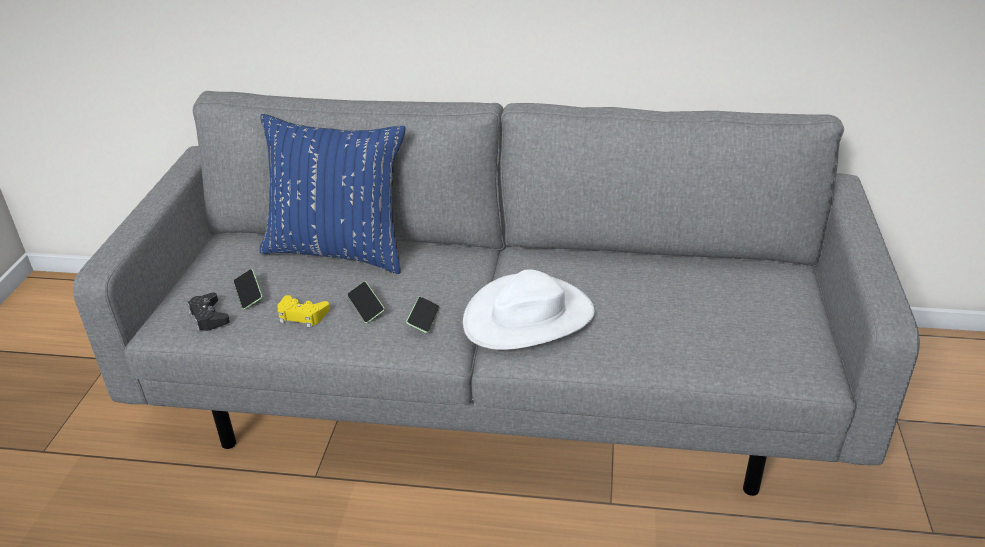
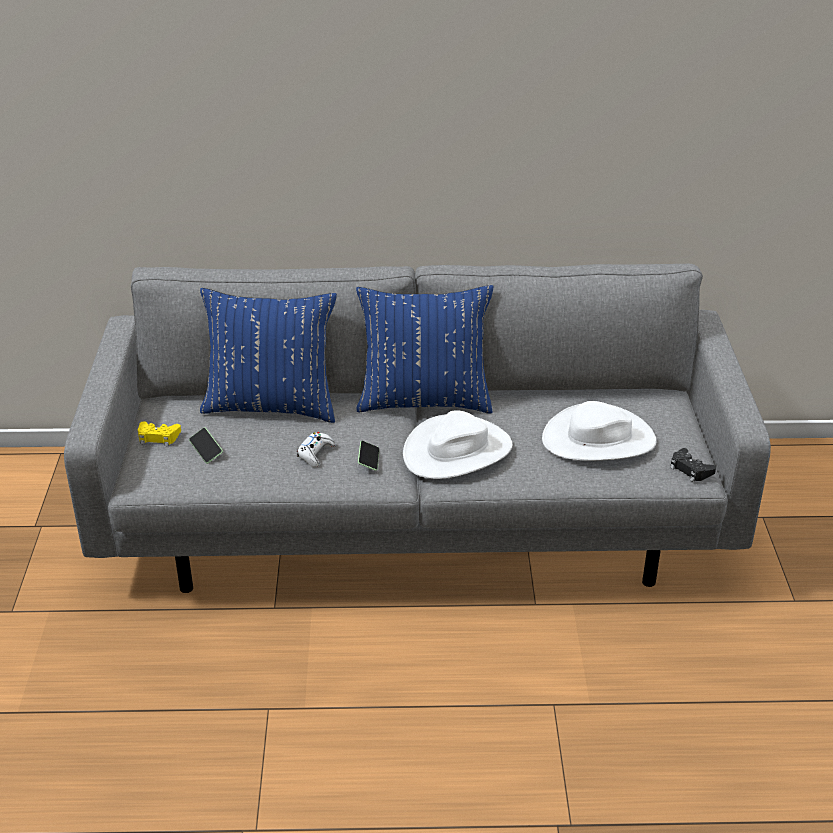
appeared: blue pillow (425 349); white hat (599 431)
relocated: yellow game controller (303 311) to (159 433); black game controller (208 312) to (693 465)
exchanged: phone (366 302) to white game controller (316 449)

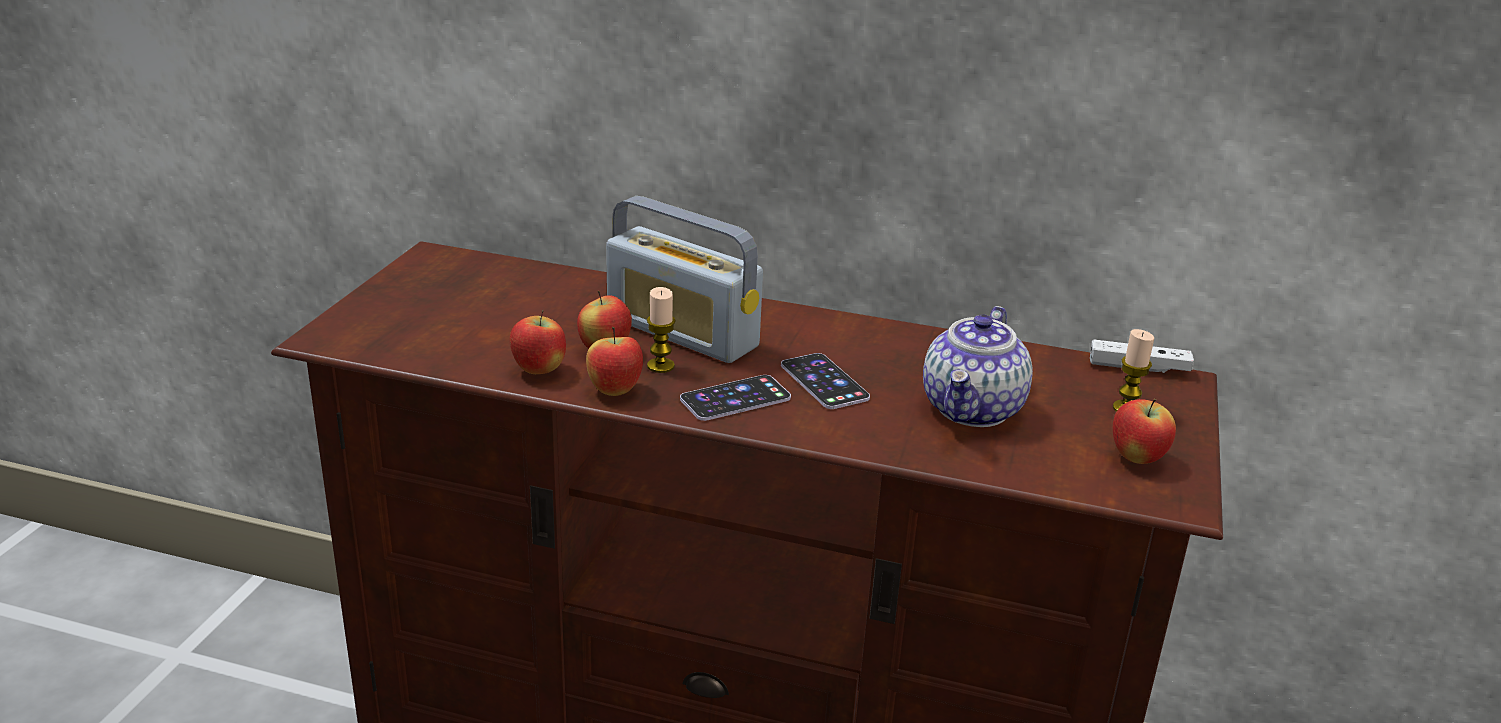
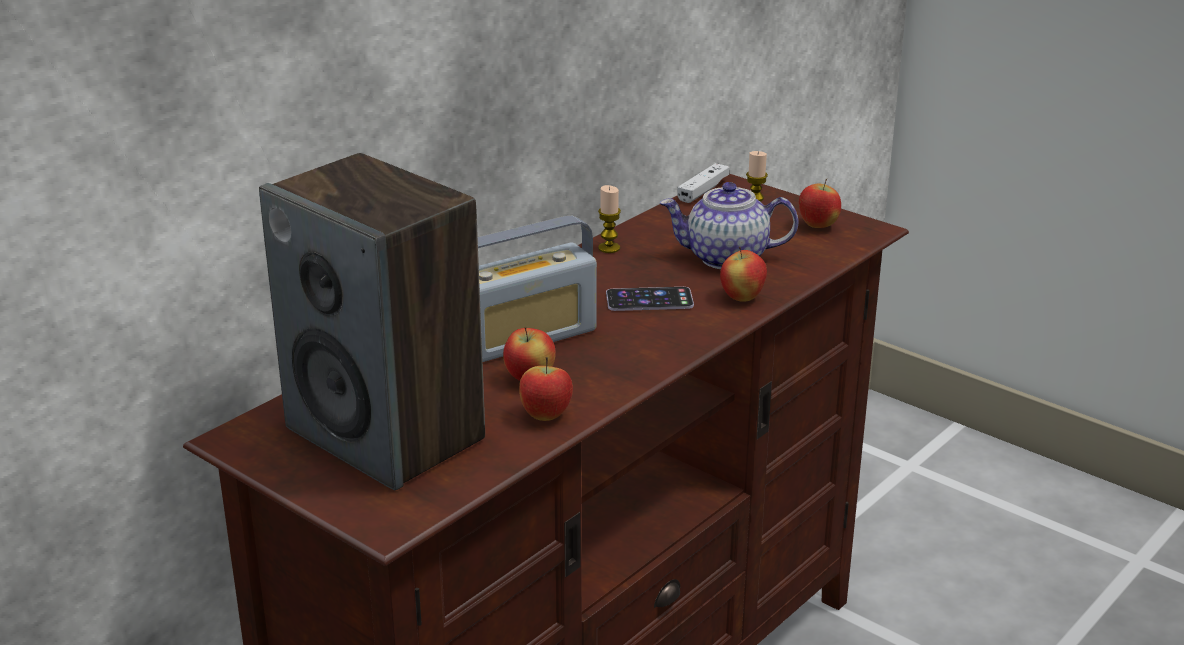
missing: phone (735 398)
appeared: speaker (372 321)
relocated: candle (661 330) to (609 219); apple (614 361) to (743 274)
spun: teapot (978 366) = (729 225) 135 degrees clockwise

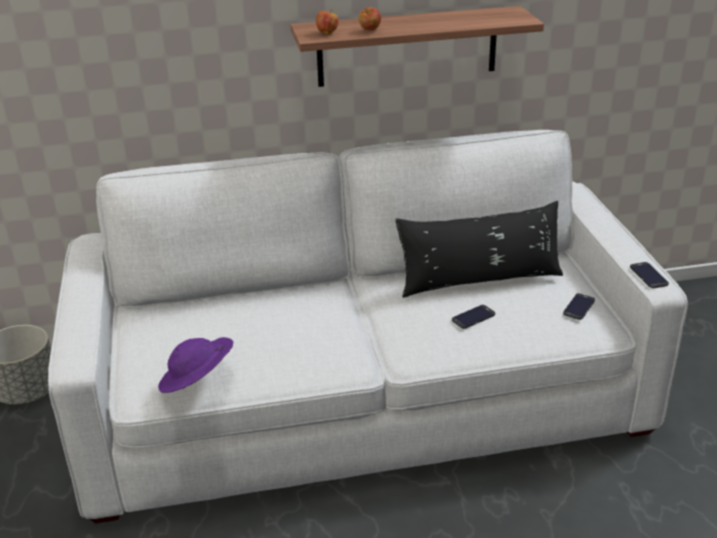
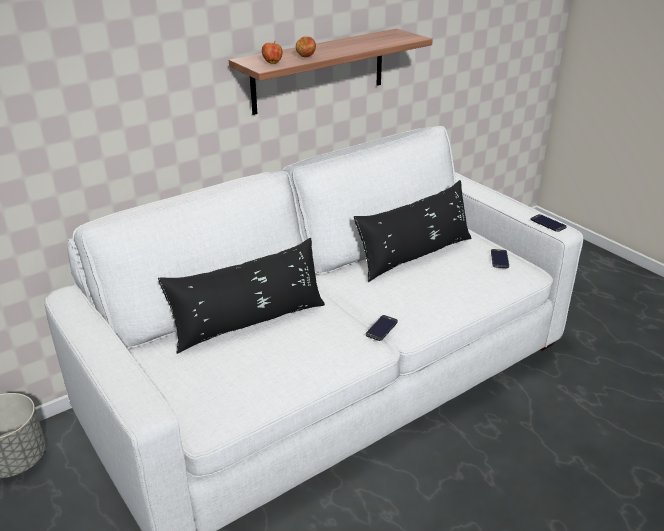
missing: purple hat (195 365)
appeared: black pillow (241 296)
relocated: phone (473 317) to (382 328)

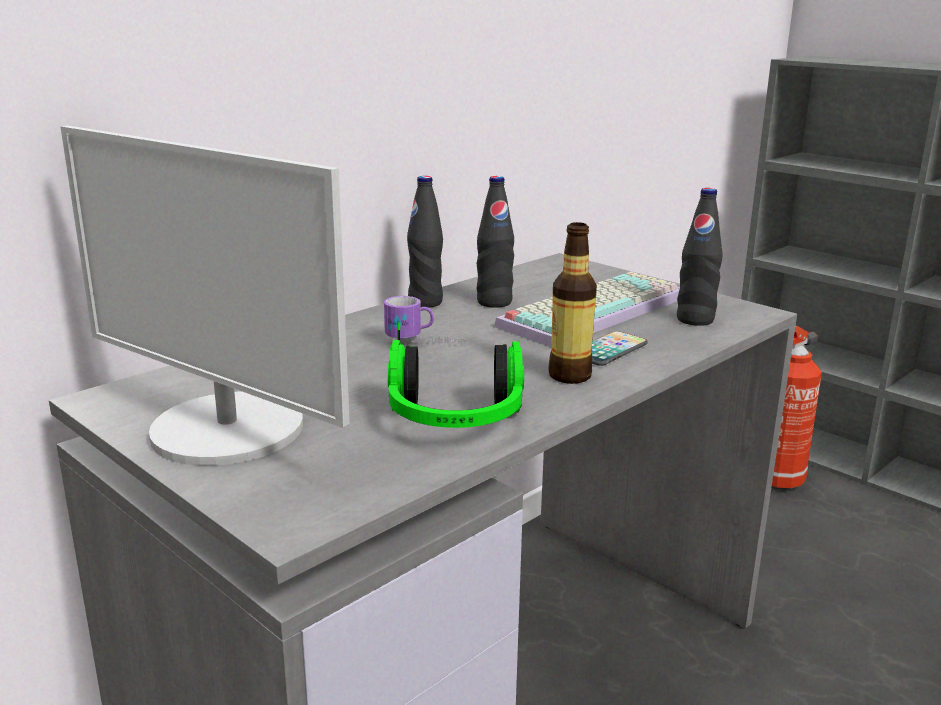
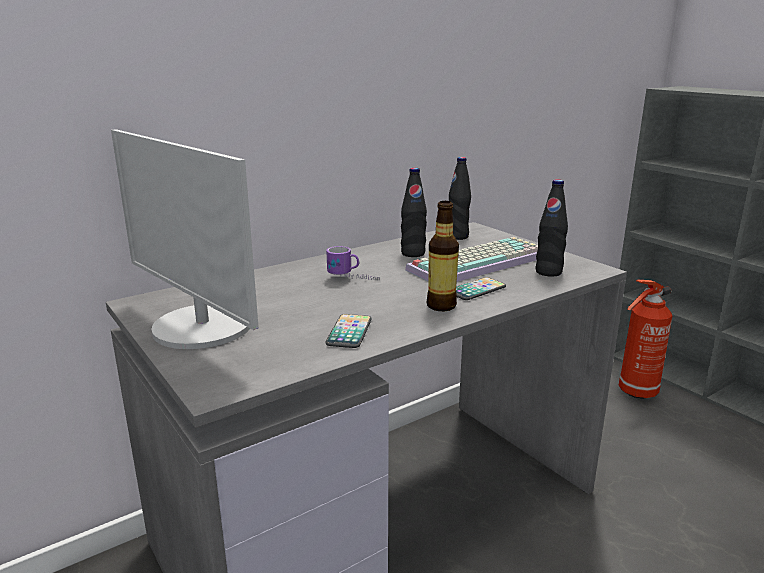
relocated: black bottle (425 242) to (460 198)
exchanged: headphones (455 375) to phone (348 331)

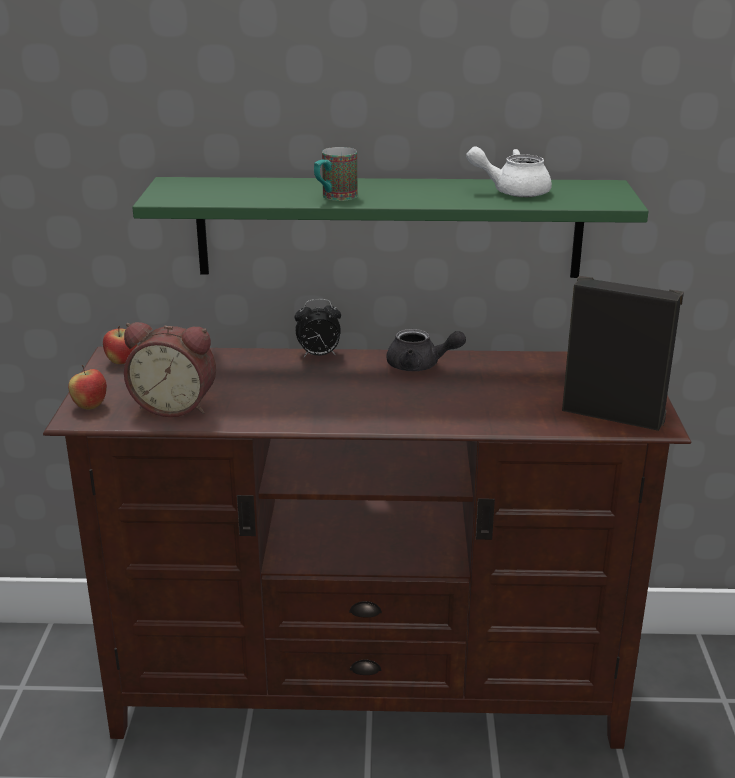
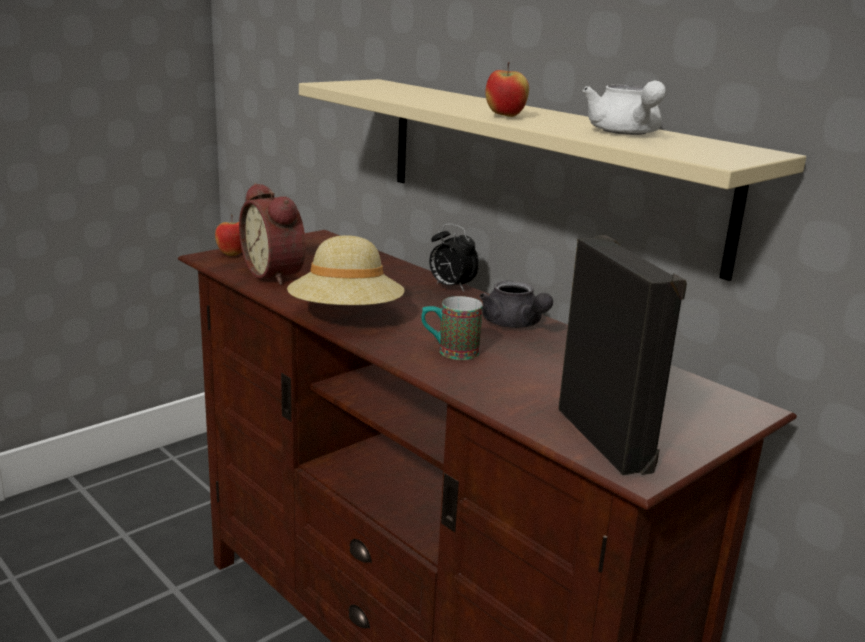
appeared: beige hat (346 270)
relocated: mug (335 174) to (452 328); apple (120 345) to (507 89)
colour: green shelf (390 227) to beige shelf (552 180)
spun: white teapot (509 171) = (624 107) 150 degrees counterclockwise

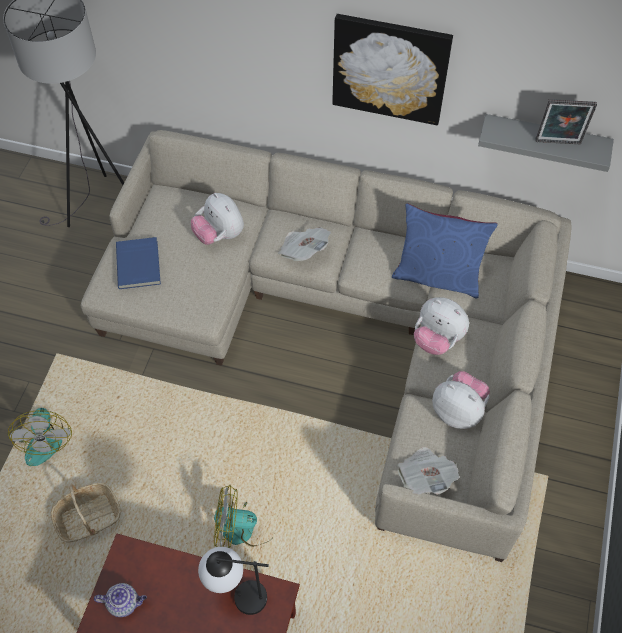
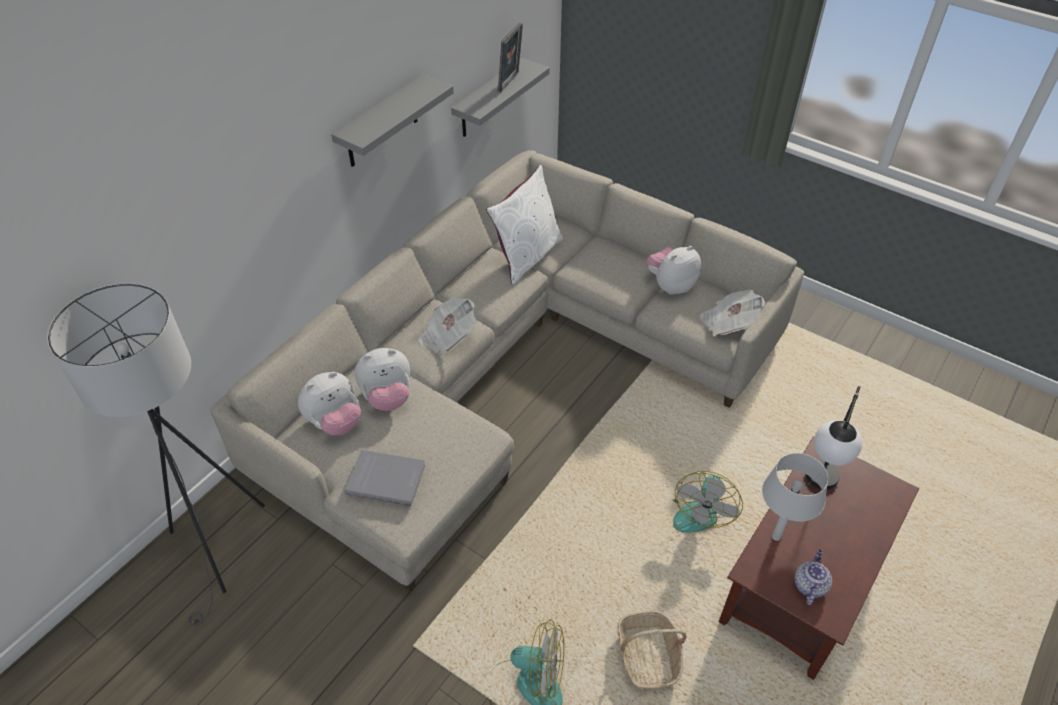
appeared: grey table lamp (795 497)
relocated: plush toy (441 326) to (329 404)
exchanged: picture (392 69) to grey shelf (392 120)
colour: blue book (138 263) to grey book (385 478); blue pillow (445 251) to white pillow (524 225)

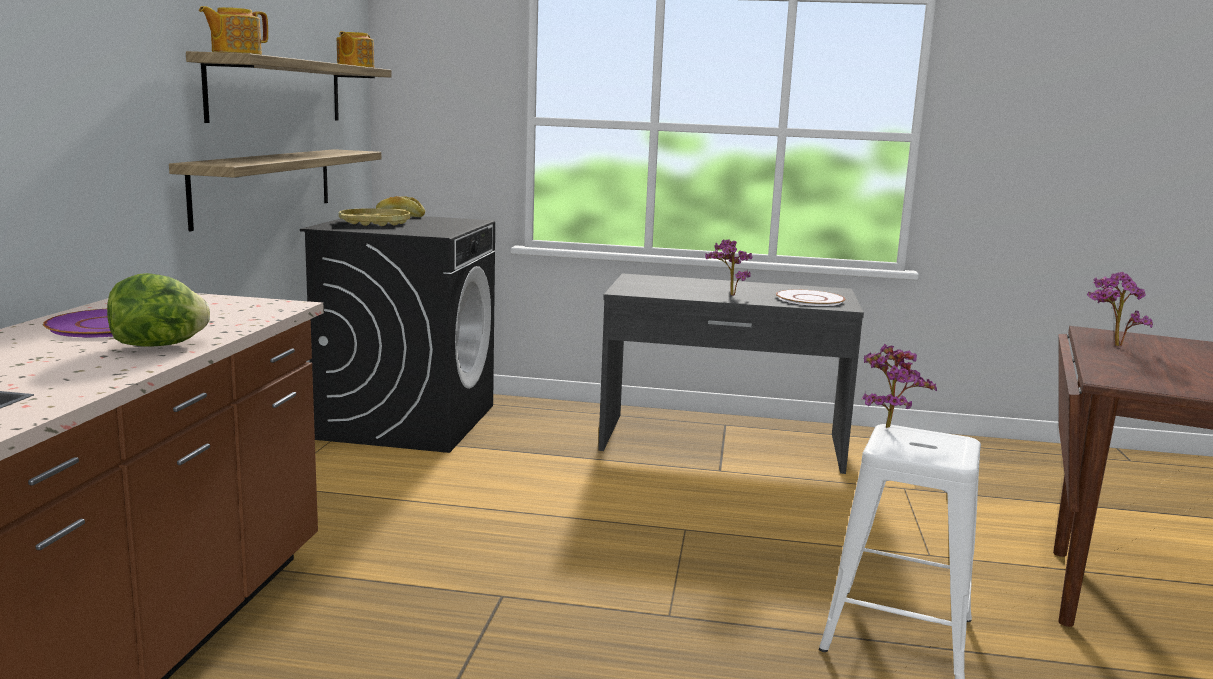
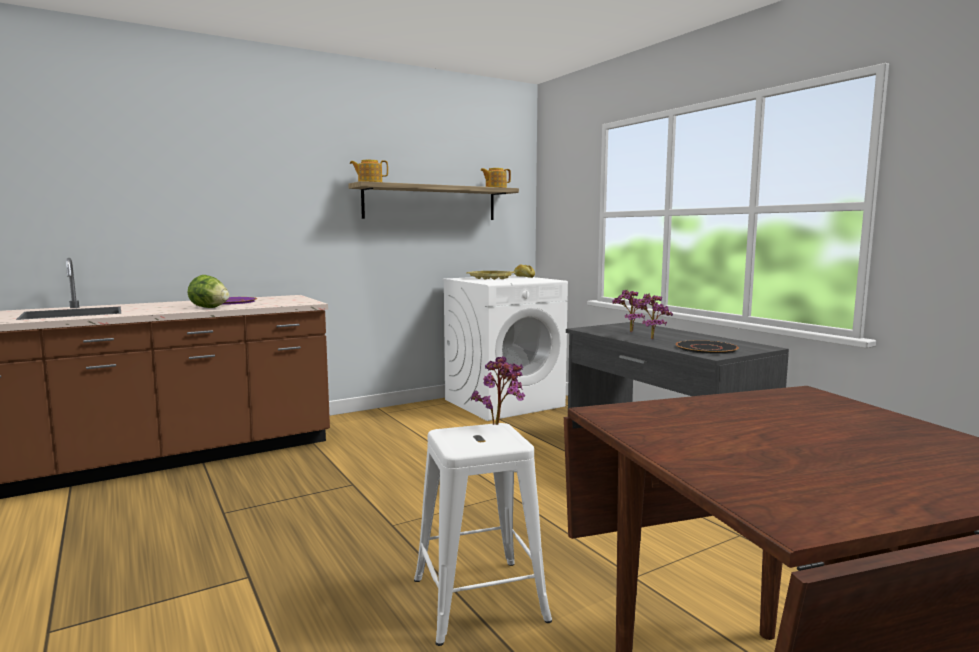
missing: shelf (275 190)
relocated: potted plant (1120 309) to (629 311)
colour: black washing machine (397 334) to white washing machine (505 348); white plate (811 298) to black plate (707 347)

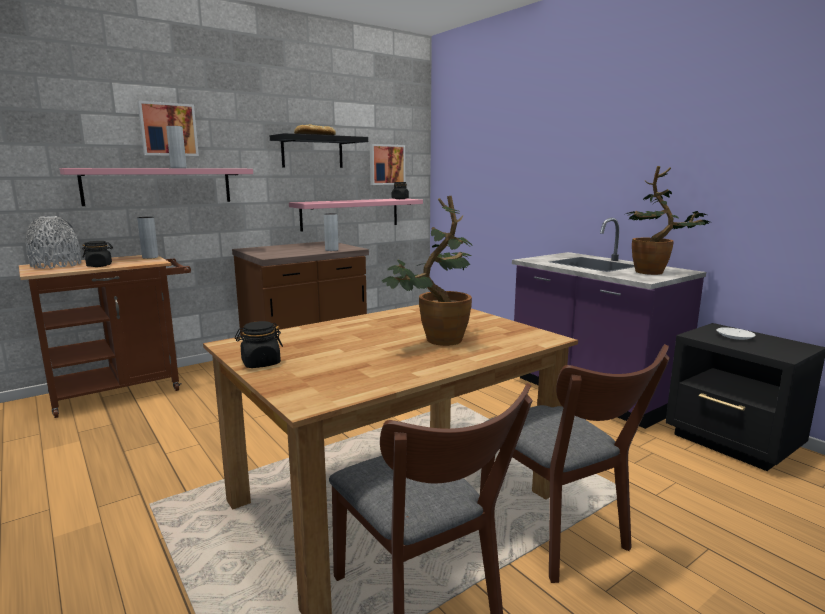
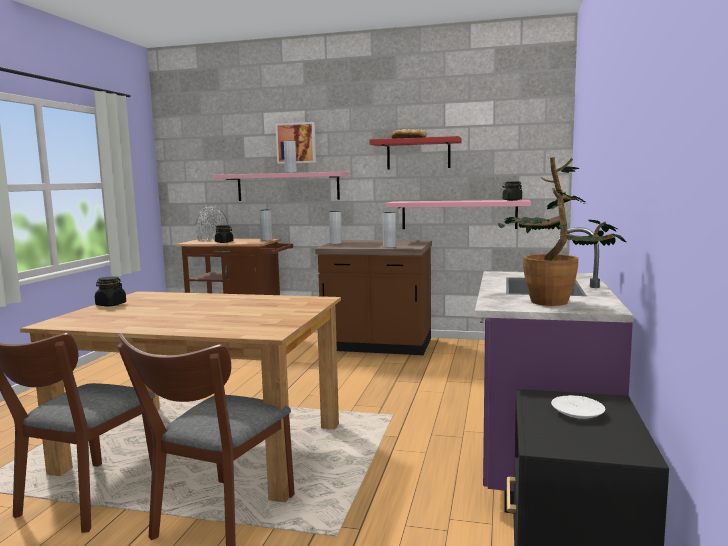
missing: picture (387 164); potted plant (427 271)
appeared: grey vase (335 227)
colour: black shelf (319 150) to red shelf (415 153)

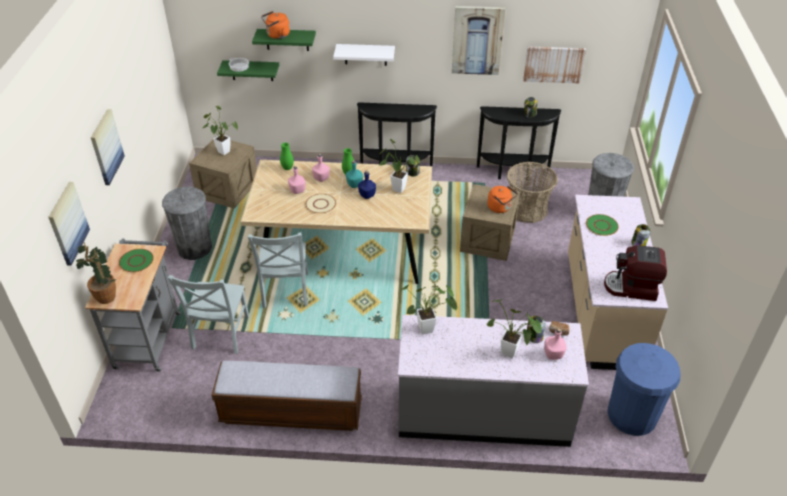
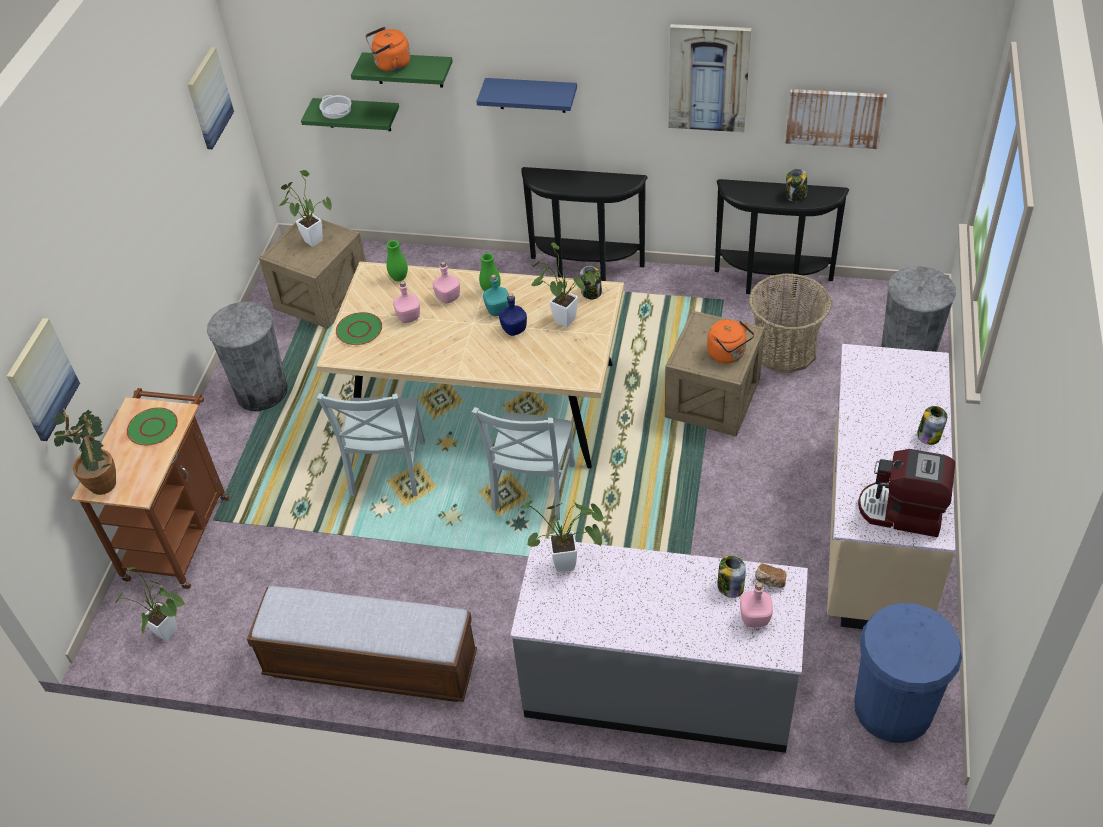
missing: beige plate (320 204)
relocated: potted plant (514 328) to (150 604); picture (108 147) to (210 98); green plate (602 225) to (359 328); grey chair (208 314) to (523 463)
colour: grey cart (133 305) to brown cart (150 488); white shelf (364 55) to blue shelf (527 95)

